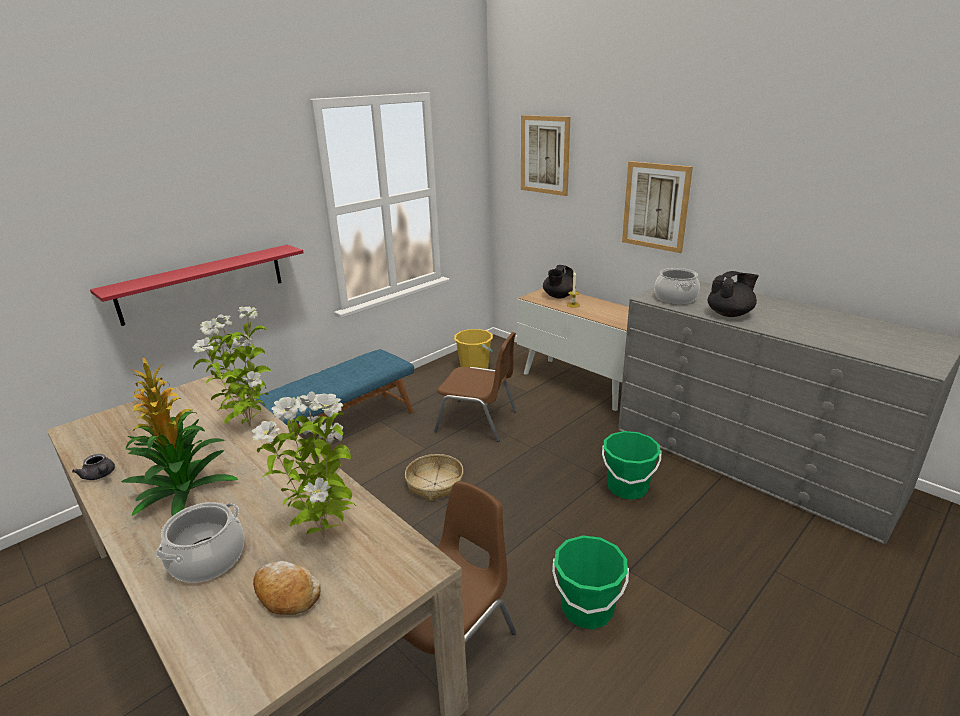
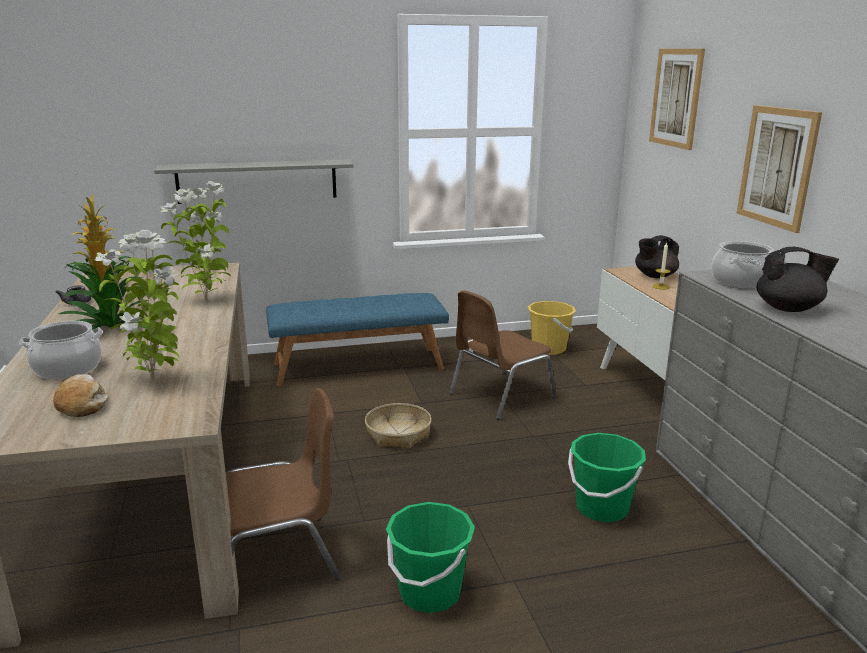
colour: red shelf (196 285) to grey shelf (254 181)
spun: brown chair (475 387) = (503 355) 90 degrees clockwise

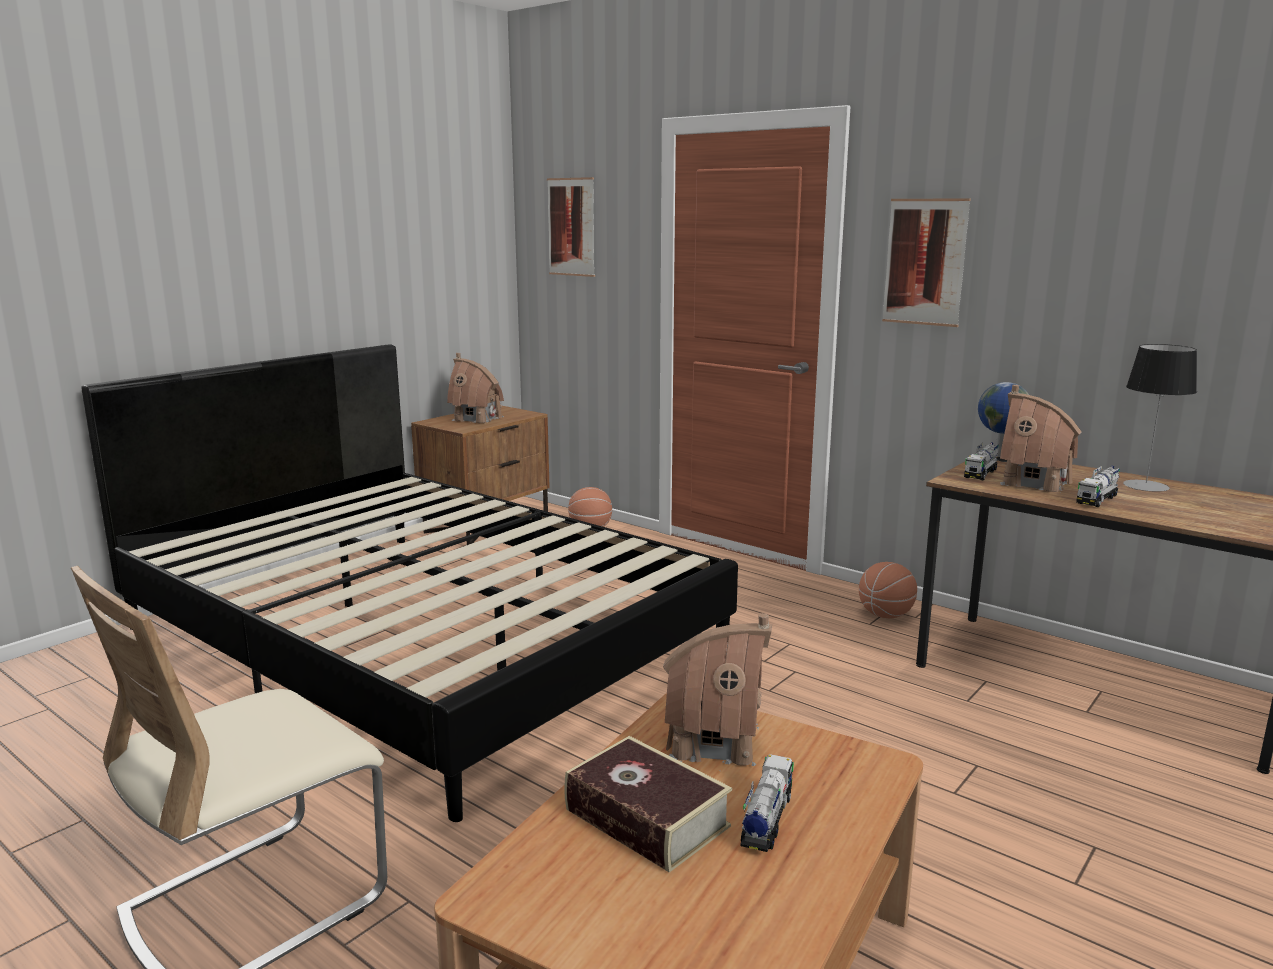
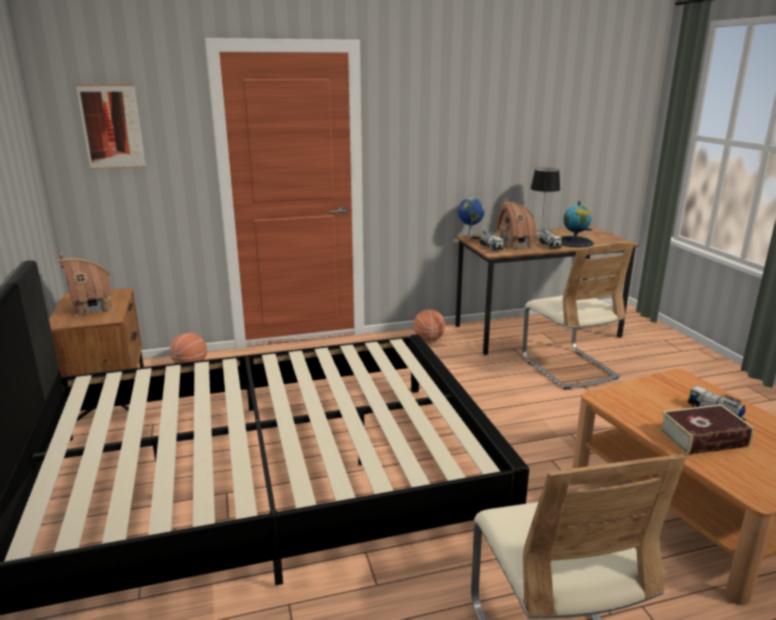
missing: toy house (717 692); picture (926 262)
appeared: beige chair (578 316); globe (577 224)

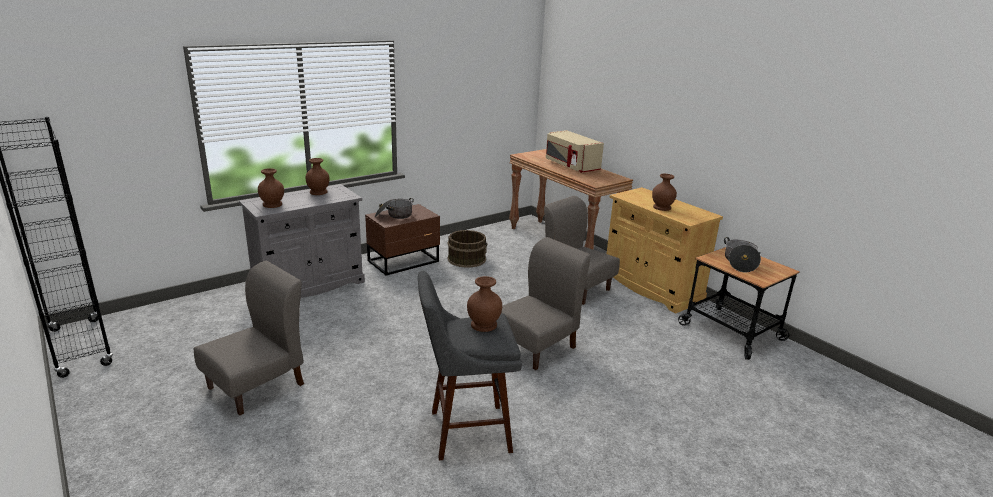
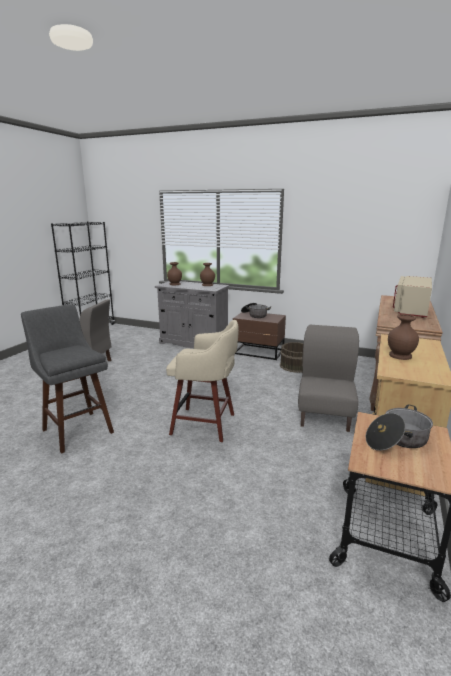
missing: brown vase (484 304)
exchanged: grey chair (545 303) to beige stool (202 381)

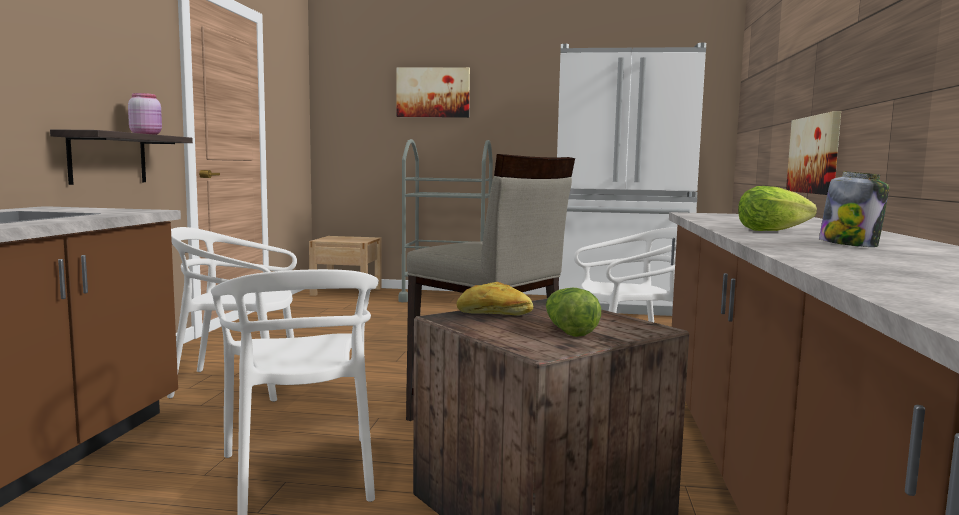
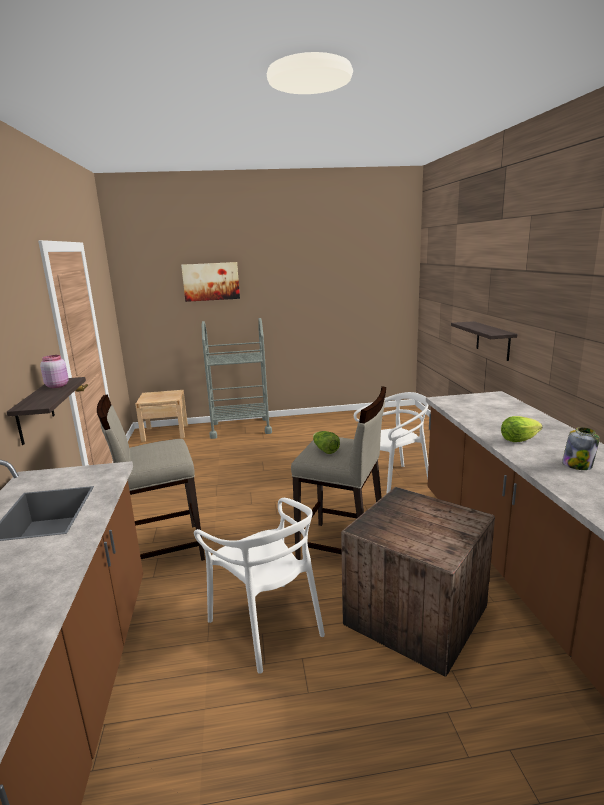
missing: bread (494 299); white fridge (631 179)
relocated: lettuce (573 312) to (326 442)
exchanged: white chair (232 314) to beige stool (151 477); picture (813 153) to shelf (484 341)

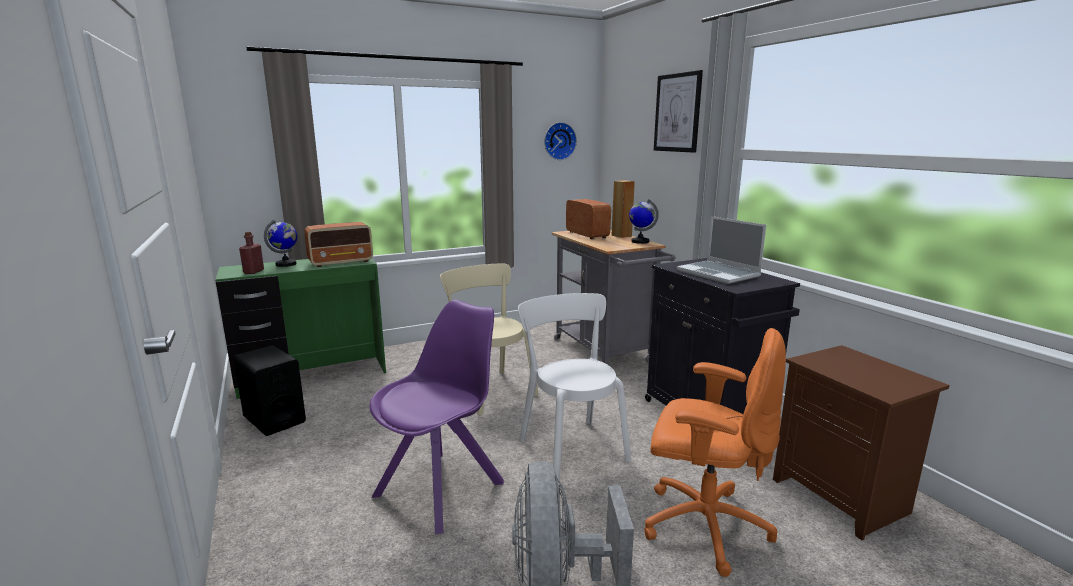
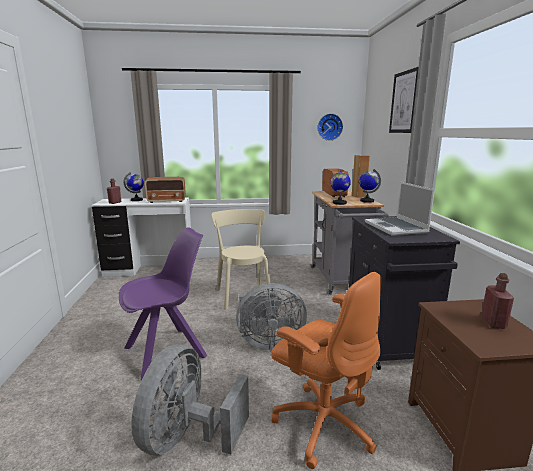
missing: black speaker (270 390)
appeared: globe (341 187); red bottle (497 301)
exchanged: white chair (574 387) to grey fan (271 316)
colour: green desk (300 328) to white desk (141 237)

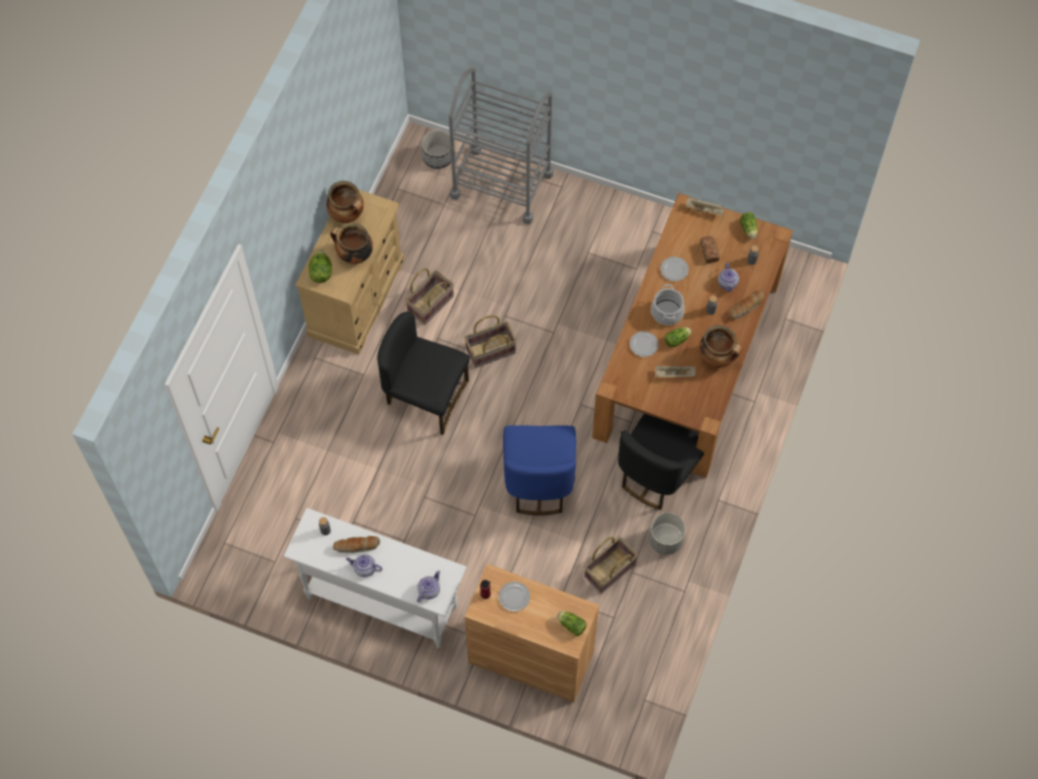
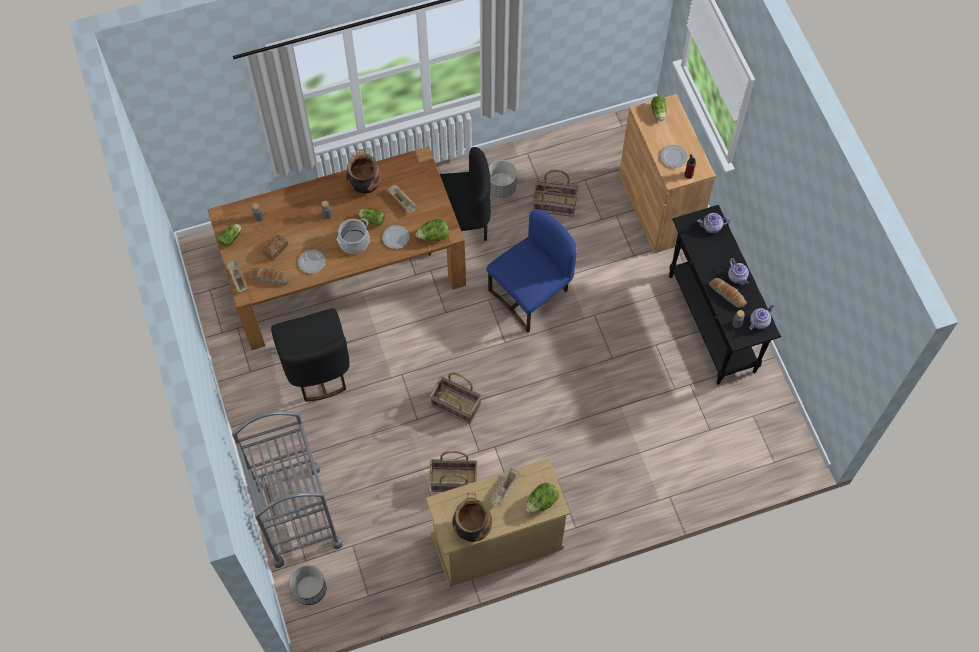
appeared: lettuce (432 230)
relocated: bread (746 304) to (270 276); black chair (423 373) to (310 355); teapot (728 277) to (761 317)
exchanged: cooking pot (351 243) to beige tray (504 486)
colour: white console table (375 578) to black console table (725 295)

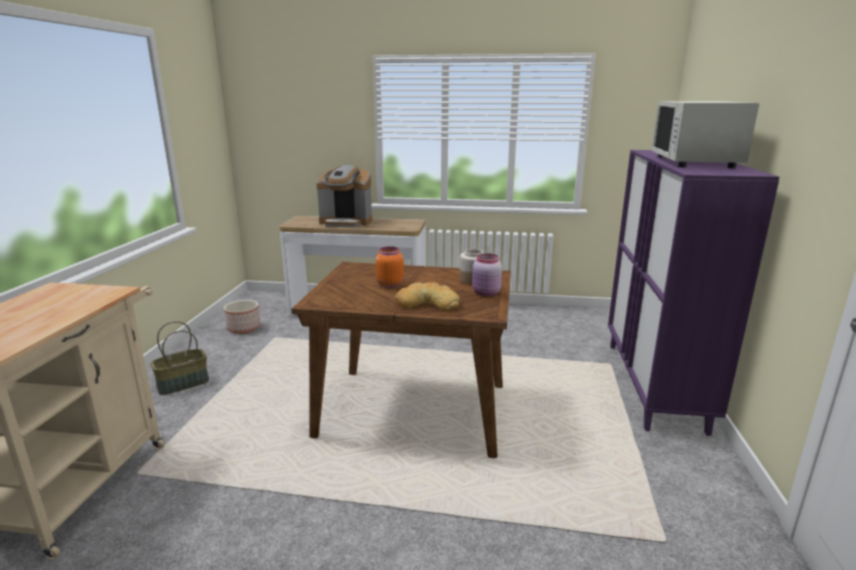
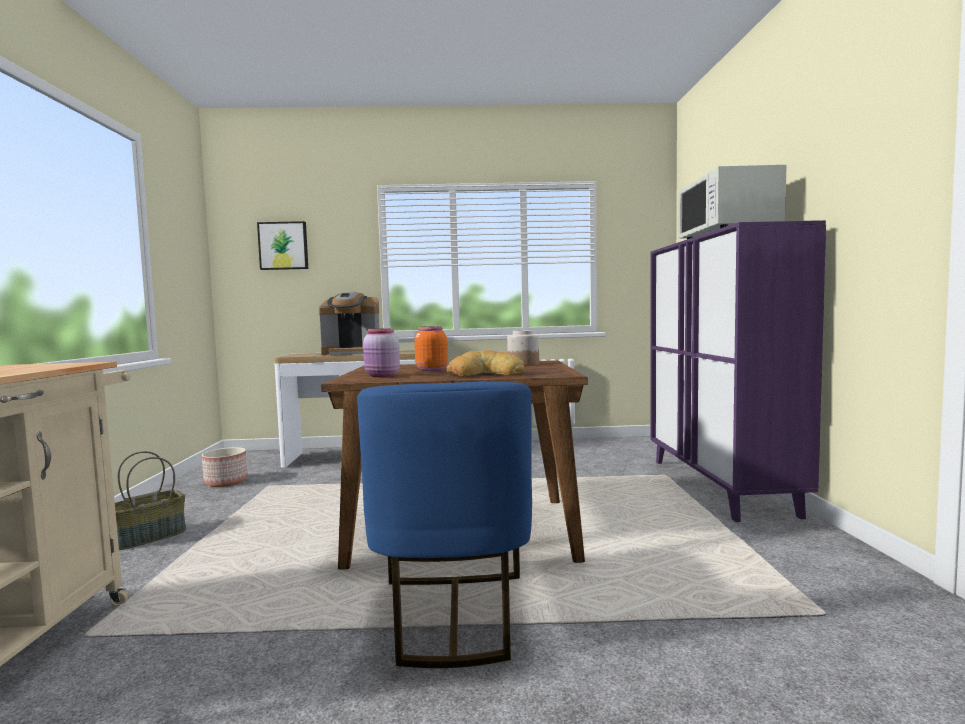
appeared: picture (282 245); blue chair (444 525)
relocated: pink jar (487 275) to (381 352)

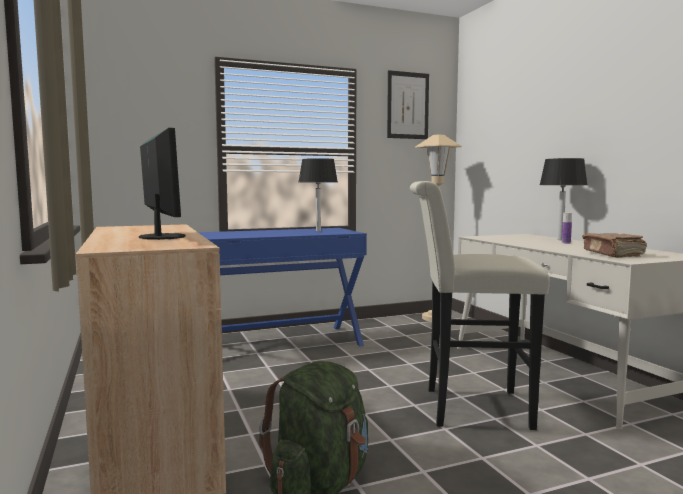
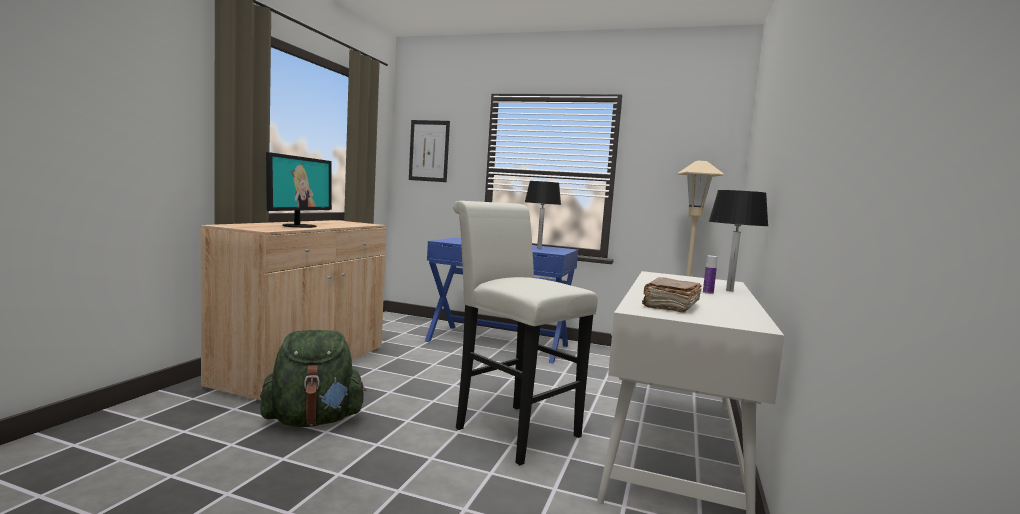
relocated: picture (408 104) to (429 151)

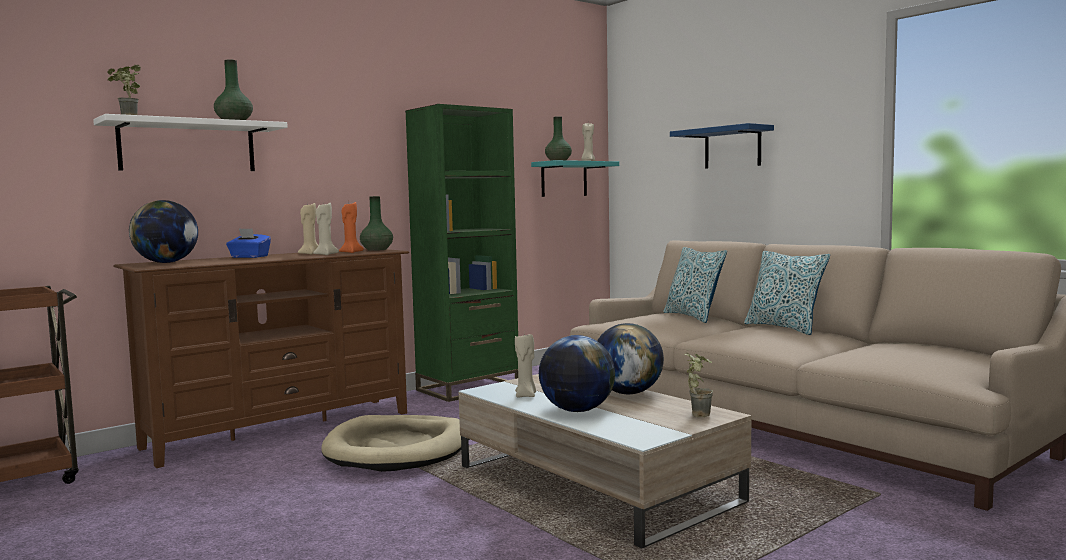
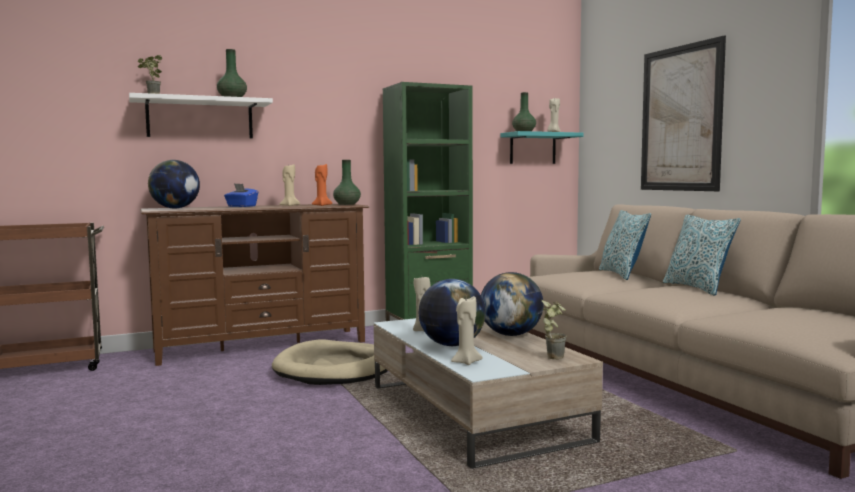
relocated: beige candle (326 229) to (466 330)
exchanged: blue shelf (722 146) to picture (683 113)

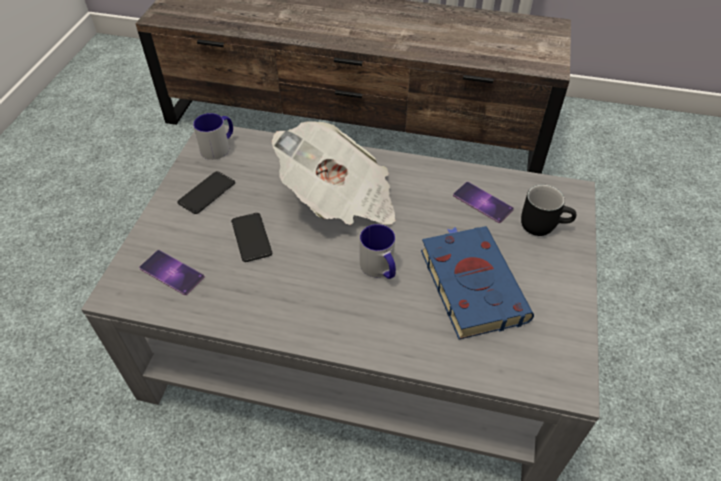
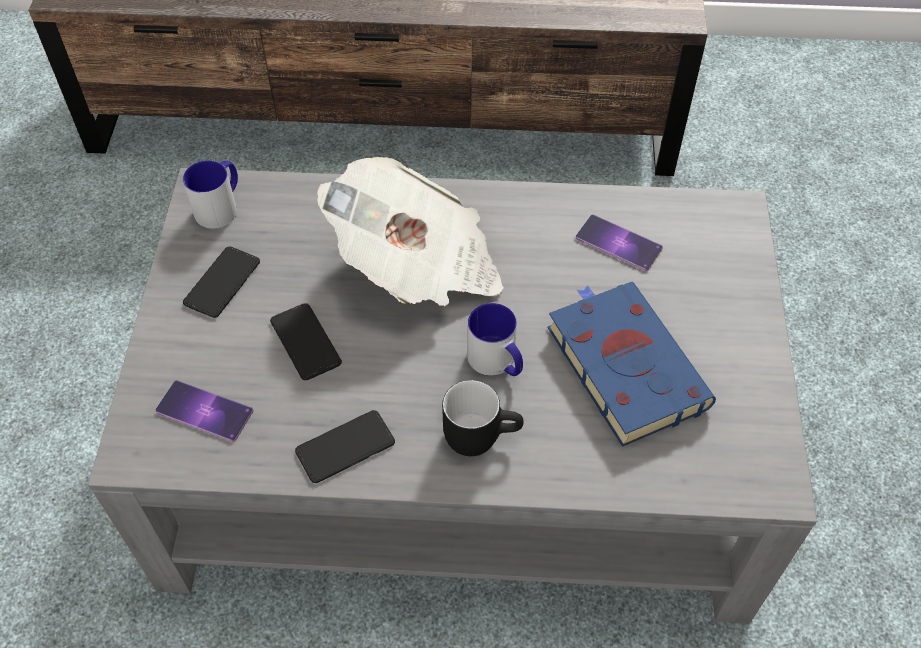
appeared: phone (345 446)
relocated: black mug (548 210) to (483 418)

